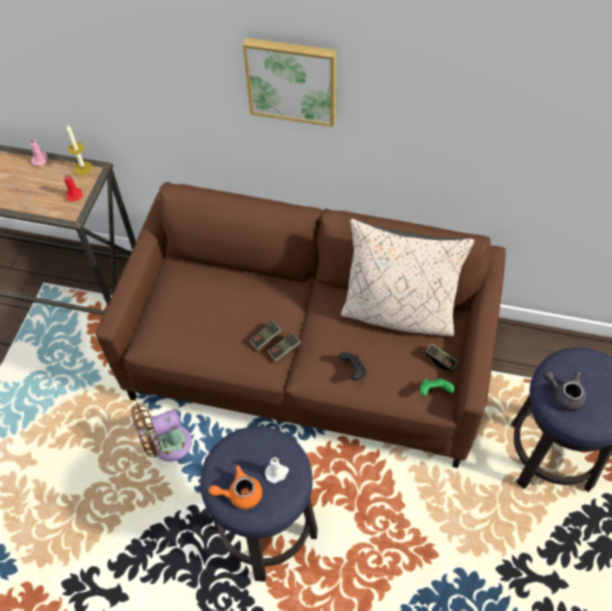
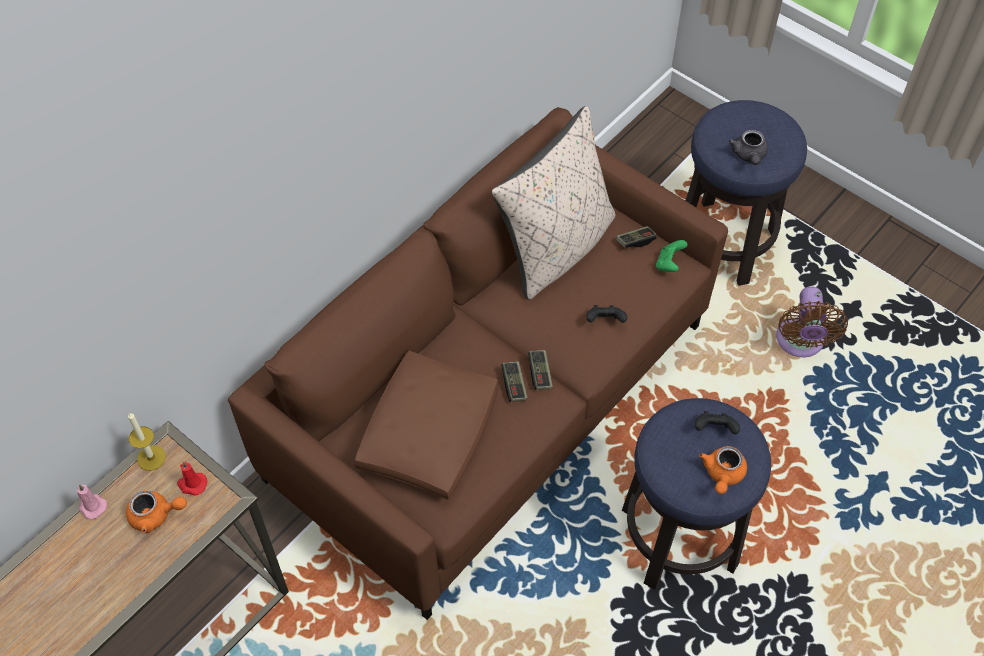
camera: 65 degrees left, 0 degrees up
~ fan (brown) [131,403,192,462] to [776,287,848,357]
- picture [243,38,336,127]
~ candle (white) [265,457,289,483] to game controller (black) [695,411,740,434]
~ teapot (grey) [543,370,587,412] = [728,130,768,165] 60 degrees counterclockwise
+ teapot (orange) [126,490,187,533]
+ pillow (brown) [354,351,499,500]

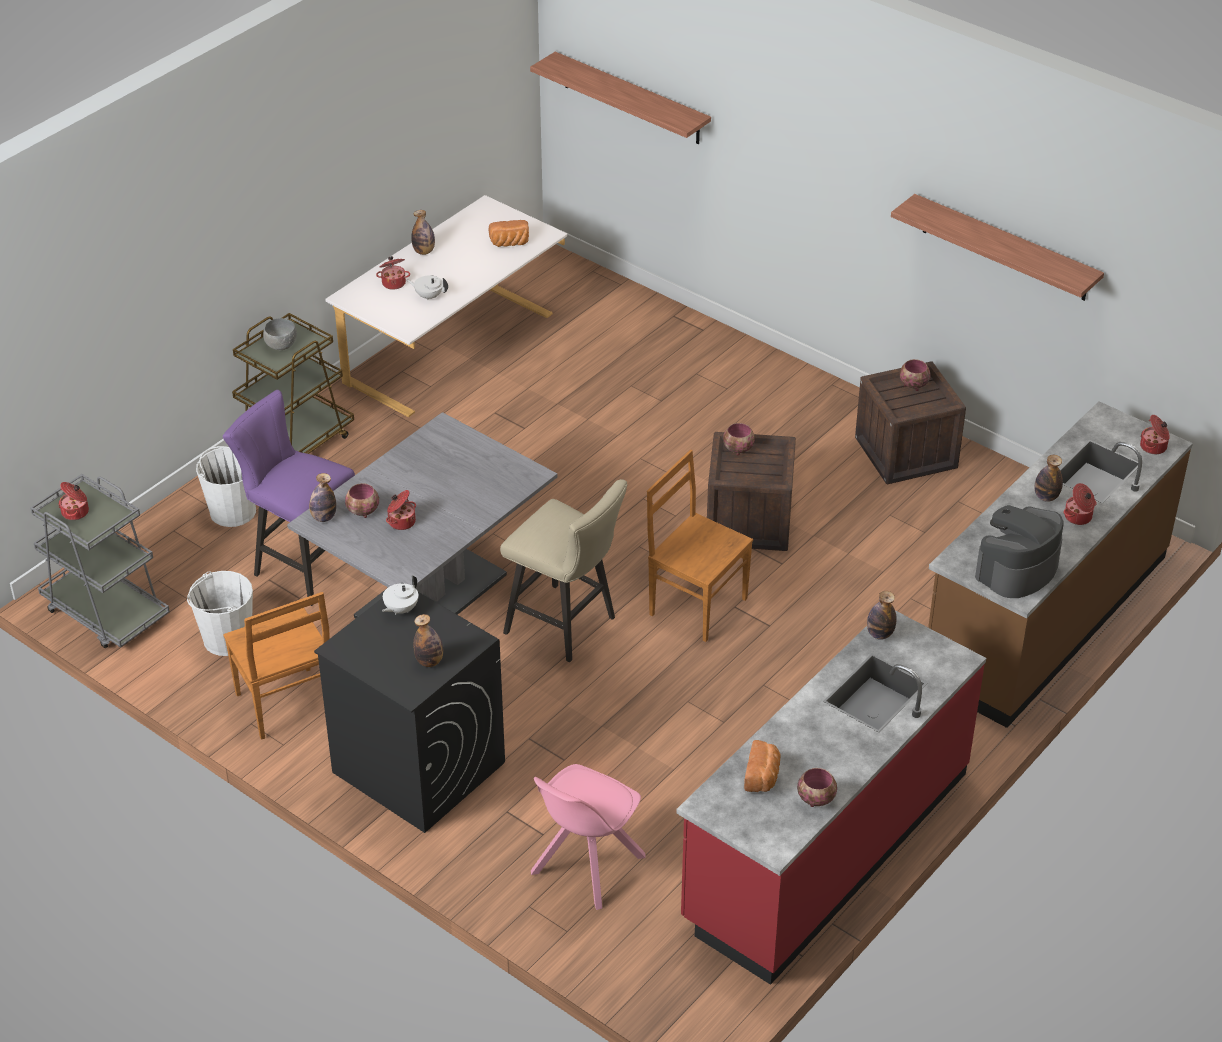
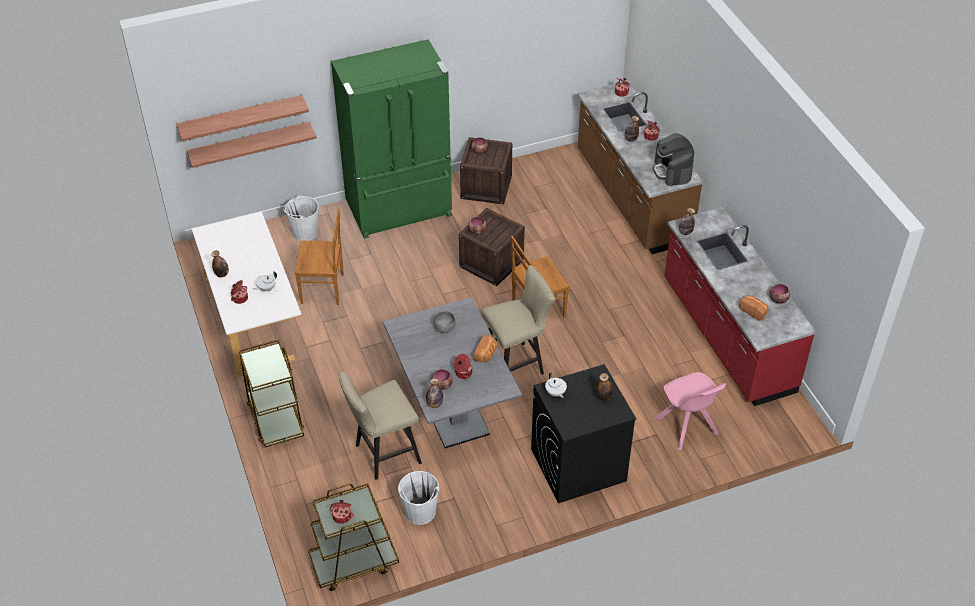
camera: 60 degrees left, 5 degrees up
~ cart (grey) [30,474,170,648] to cart (brown) [308,483,399,591]
~ bucket (white) [196,446,256,527] to [283,195,319,241]
~ stool (purple) [223,390,355,606] to stool (beige) [339,372,422,480]
~ chair (brown) [223,592,330,740] to [295,209,344,305]
~ bowl (grey) [263,318,297,350] to [434,311,456,333]
~ bread [489,220,529,247] to [474,335,497,362]
~ shelf [891,194,1104,301] to [187,121,317,168]
+ fridge (green) [331,39,452,239]

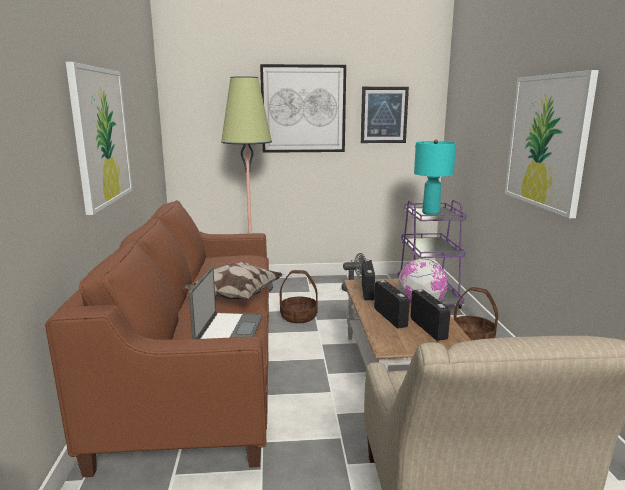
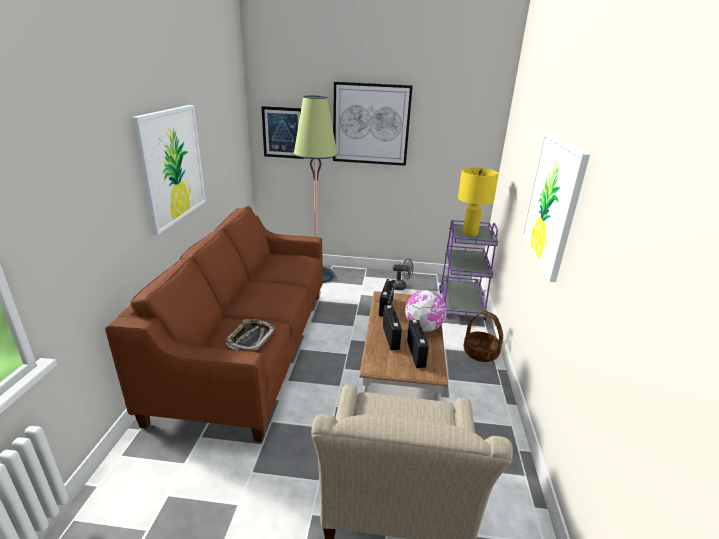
camera: 10 degrees right, 10 degrees up
- pillow [182,262,284,300]
~ laptop [189,268,263,339] to tray [226,319,275,351]
- basket [280,270,318,323]
~ picture [361,87,409,143] to [261,106,304,159]
~ table lamp (turquoise) [414,139,456,215] to table lamp (yellow) [458,167,499,236]

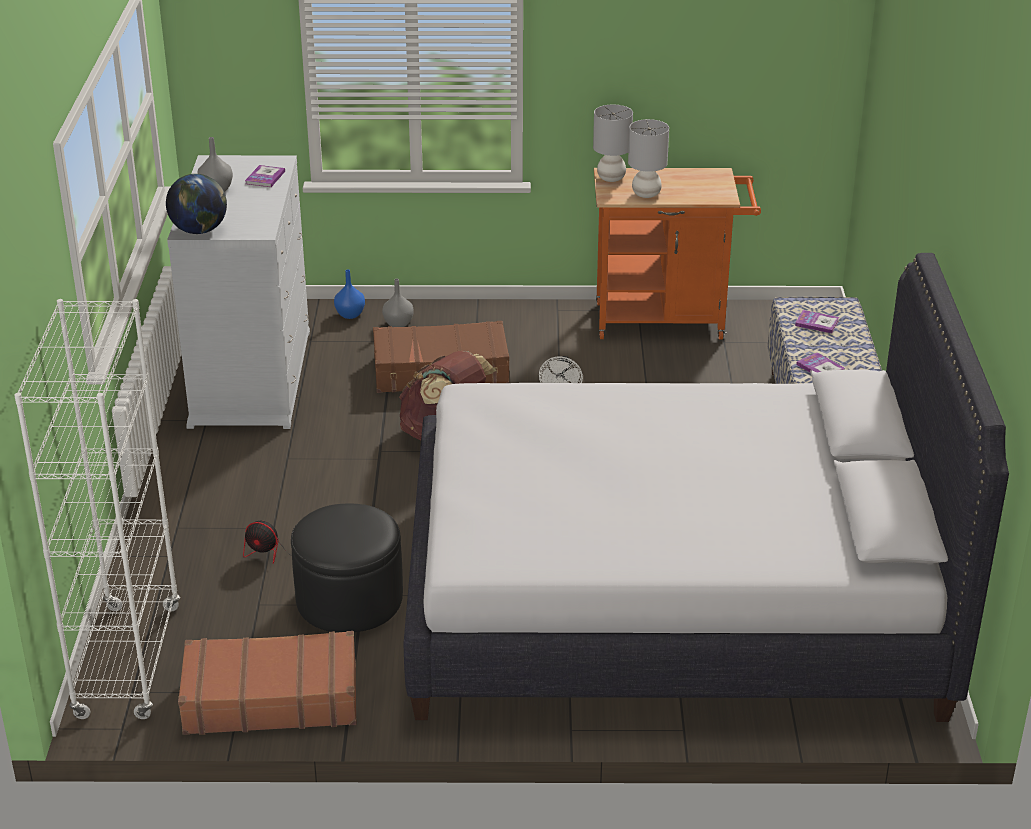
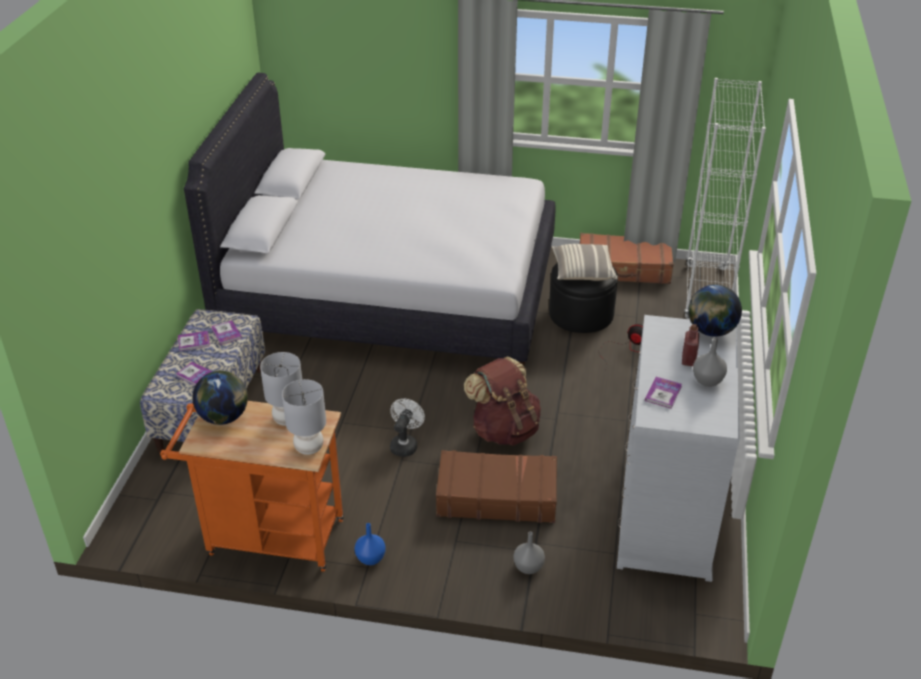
camera: 170 degrees left, 5 degrees up
~ vase (blue) [334,269,365,319] to [354,523,386,565]
+ book [178,331,210,351]
+ globe [192,371,248,425]
+ pillow [552,244,618,281]
+ bottle (red) [682,324,699,366]

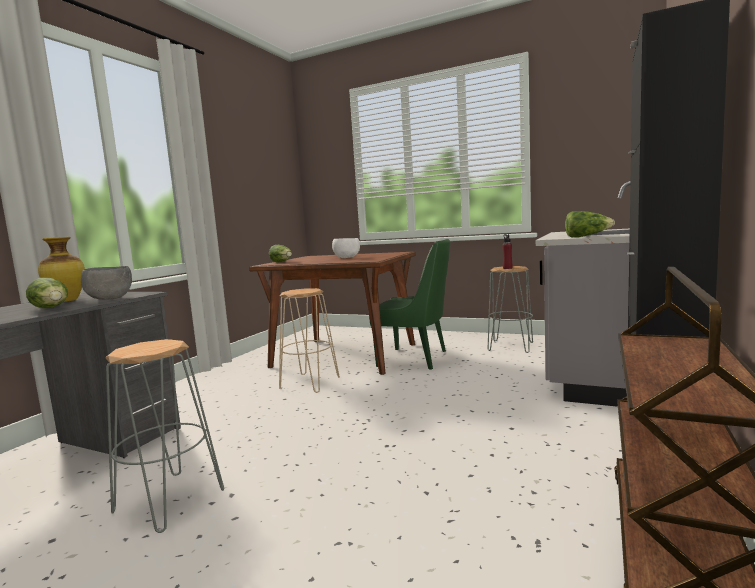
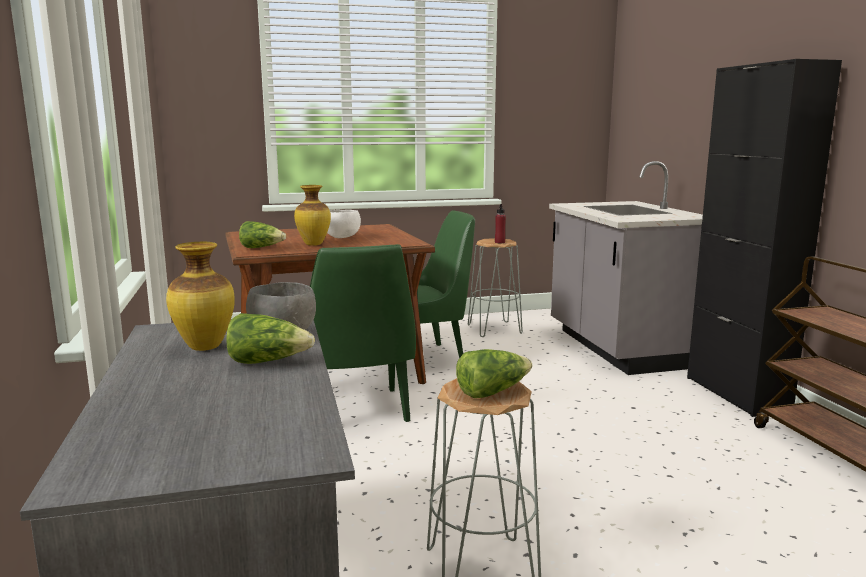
camera: 40 degrees left, 5 degrees up
~ stool (beige) [279,288,340,393] to chair (green) [310,244,416,422]
~ lettuce [565,211,615,237] to [456,349,532,398]
+ vase [294,185,331,246]

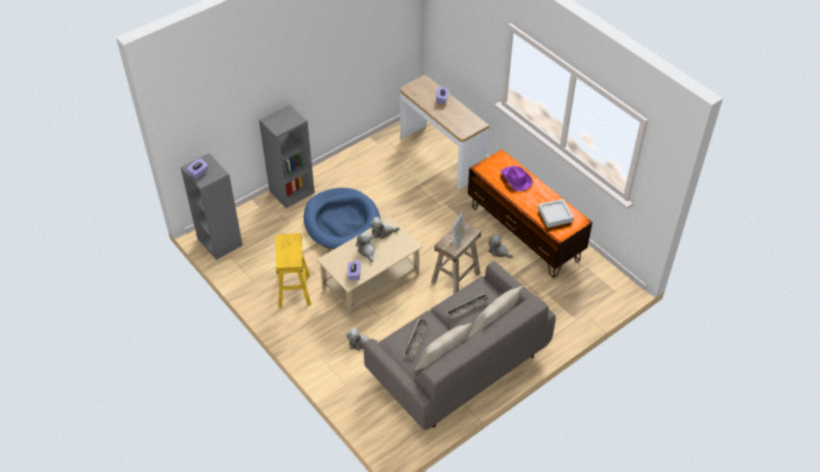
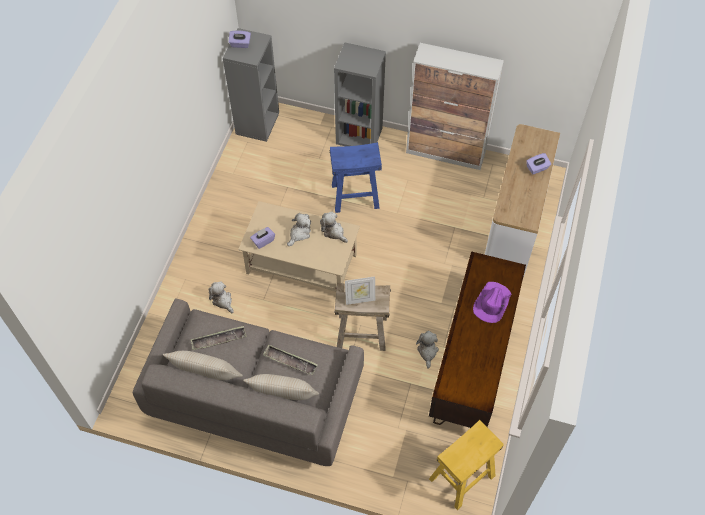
camera: 55 degrees right, 10 degrees up
~ stool (yellow) [276,233,311,308] to [429,420,504,510]
~ dog bed (blue) [304,188,381,249] to stool (blue) [329,142,382,213]
- tray (grey) [538,199,574,228]
+ cabinet [406,43,504,170]

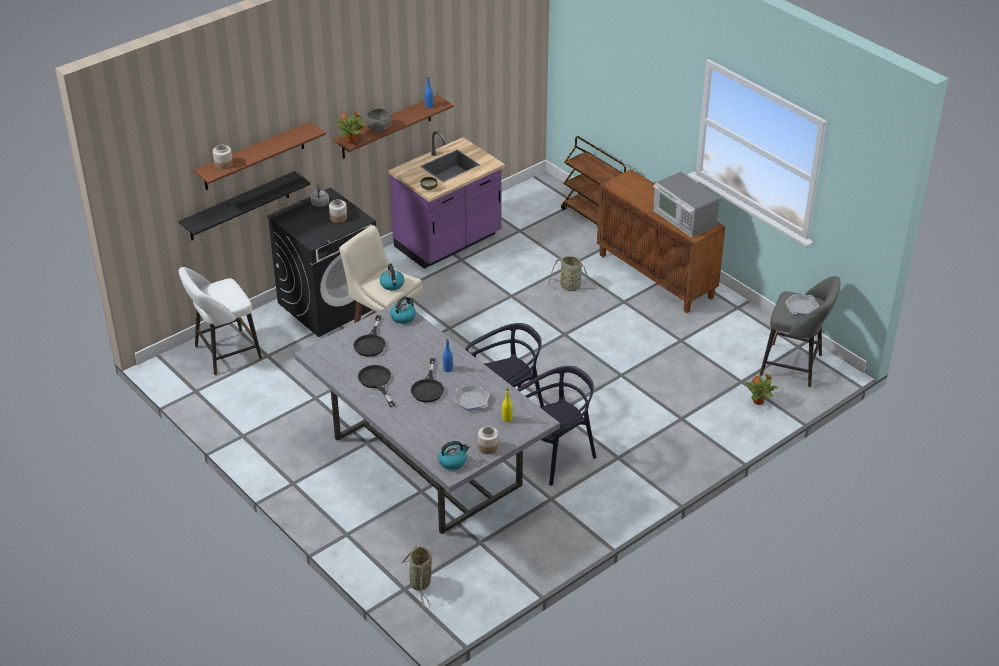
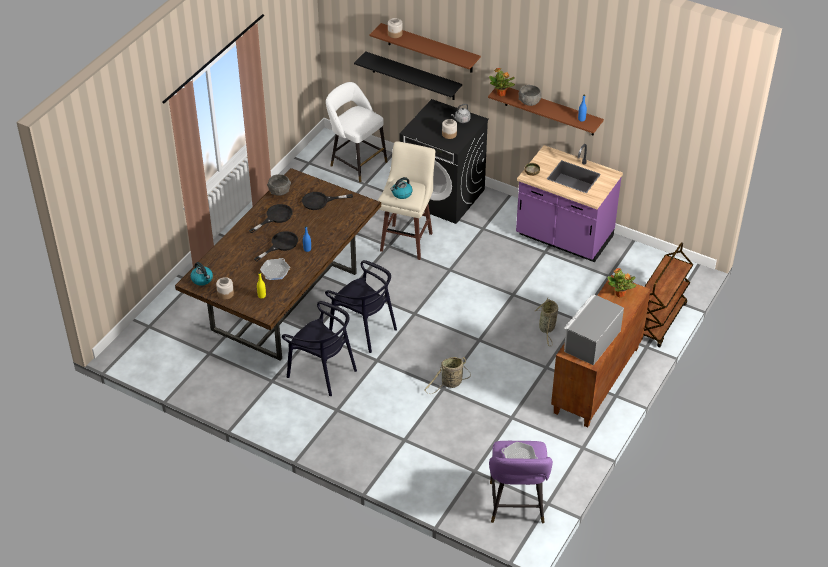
camera: 70 degrees right, 5 degrees up
~ dining table (grey) [294,301,560,534] to dining table (brown) [175,168,381,361]
- kettle [390,296,416,324]
~ basket [402,544,432,609] to [424,357,471,394]
~ frying pan (black) [411,358,444,402] = [254,231,298,261] 150 degrees clockwise
~ potted plant [745,374,778,405] to [608,268,636,298]
~ stool (grey) [760,276,841,387] to stool (purple) [489,441,553,523]
+ bowl (grey) [267,174,291,196]

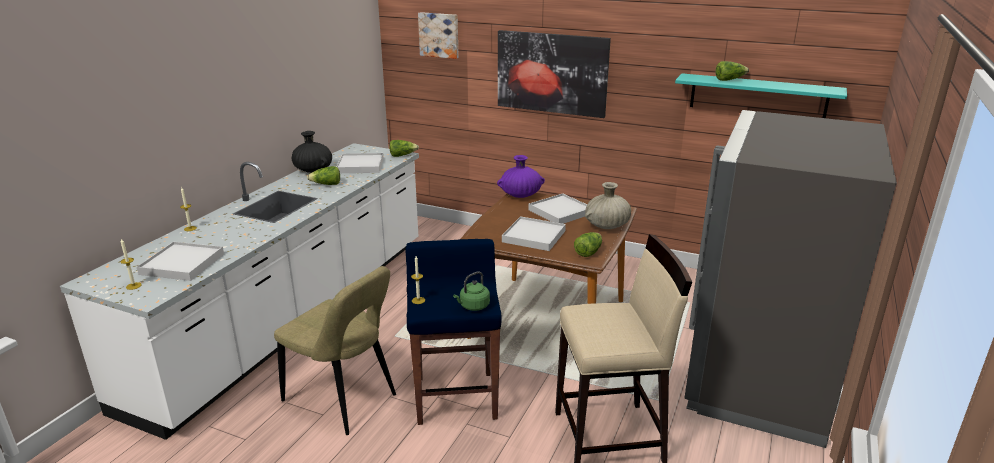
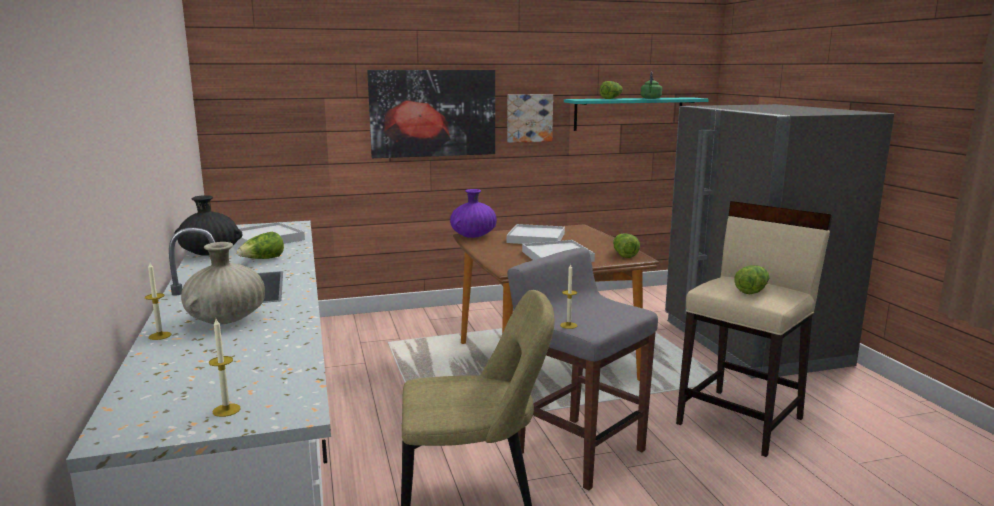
camera: 40 degrees left, 10 degrees down
- tray (white) [137,242,224,281]
~ lettuce [389,140,419,157] to [734,265,769,294]
~ stool (blue) [405,239,501,425] to stool (grey) [507,248,658,491]
~ picture [418,12,459,59] to [507,94,553,143]
~ kettle (green) [453,272,490,311] to [641,72,662,99]
~ vase (beige) [585,182,631,229] to [181,242,265,324]

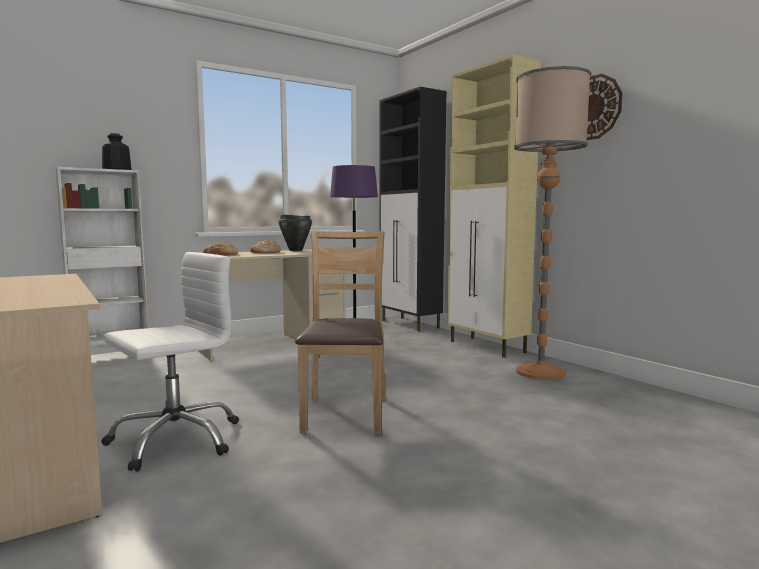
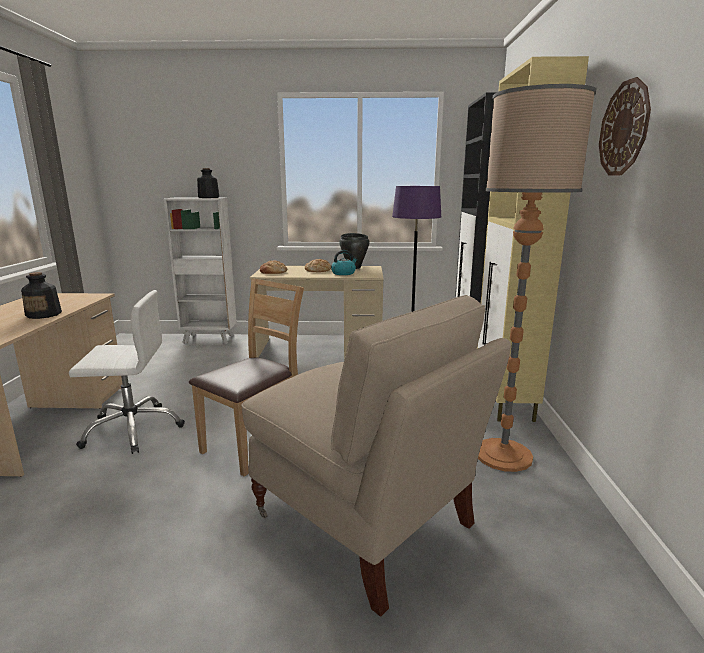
camera: 35 degrees right, 10 degrees up
+ bottle [21,272,62,319]
+ chair (beige) [241,295,511,617]
+ kettle [331,250,358,275]

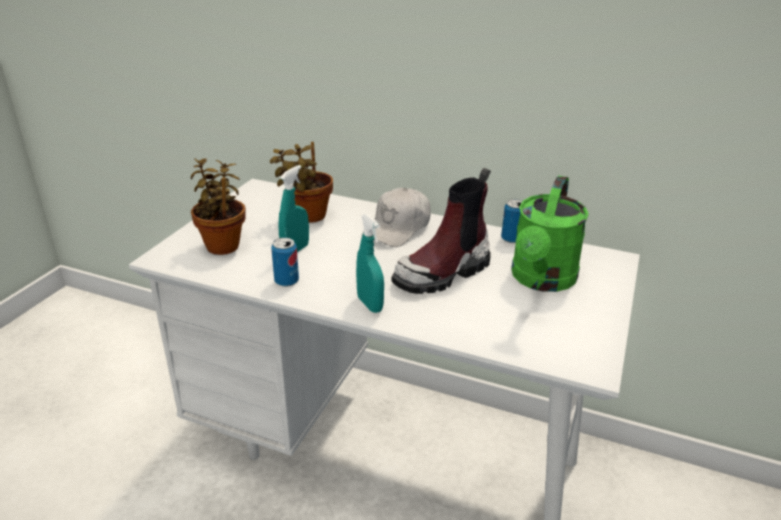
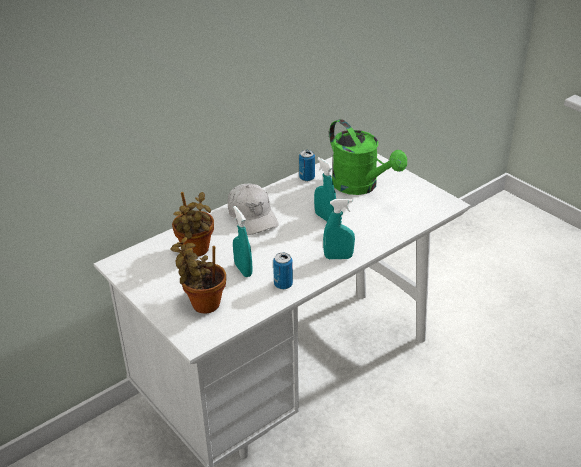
camera: 60 degrees left, 5 degrees up
~ boot [392,168,491,294] to spray bottle (turquoise) [314,157,336,221]

